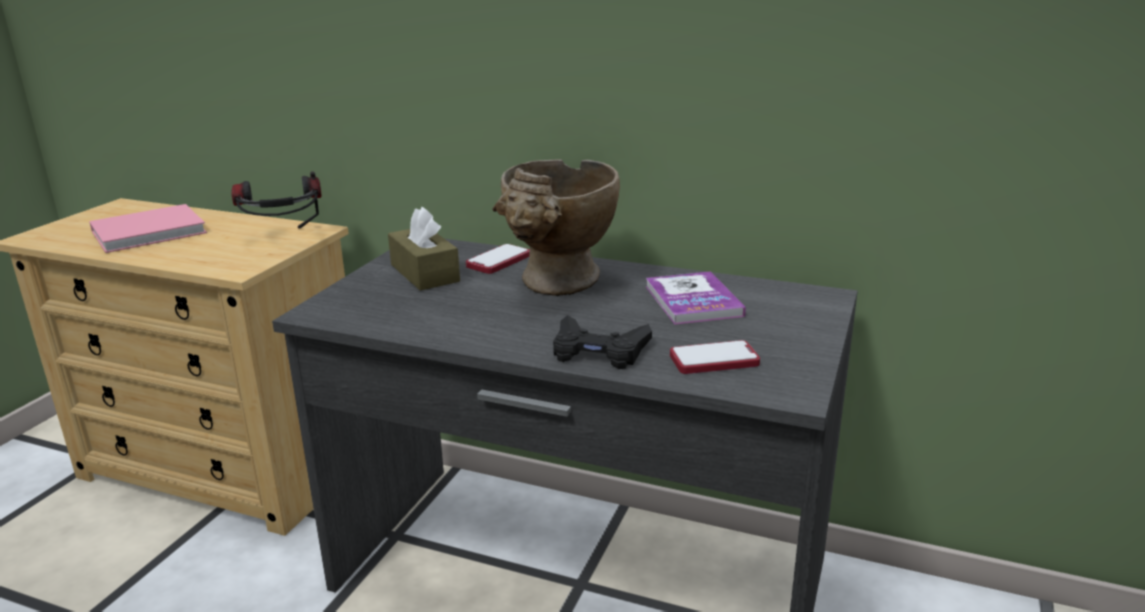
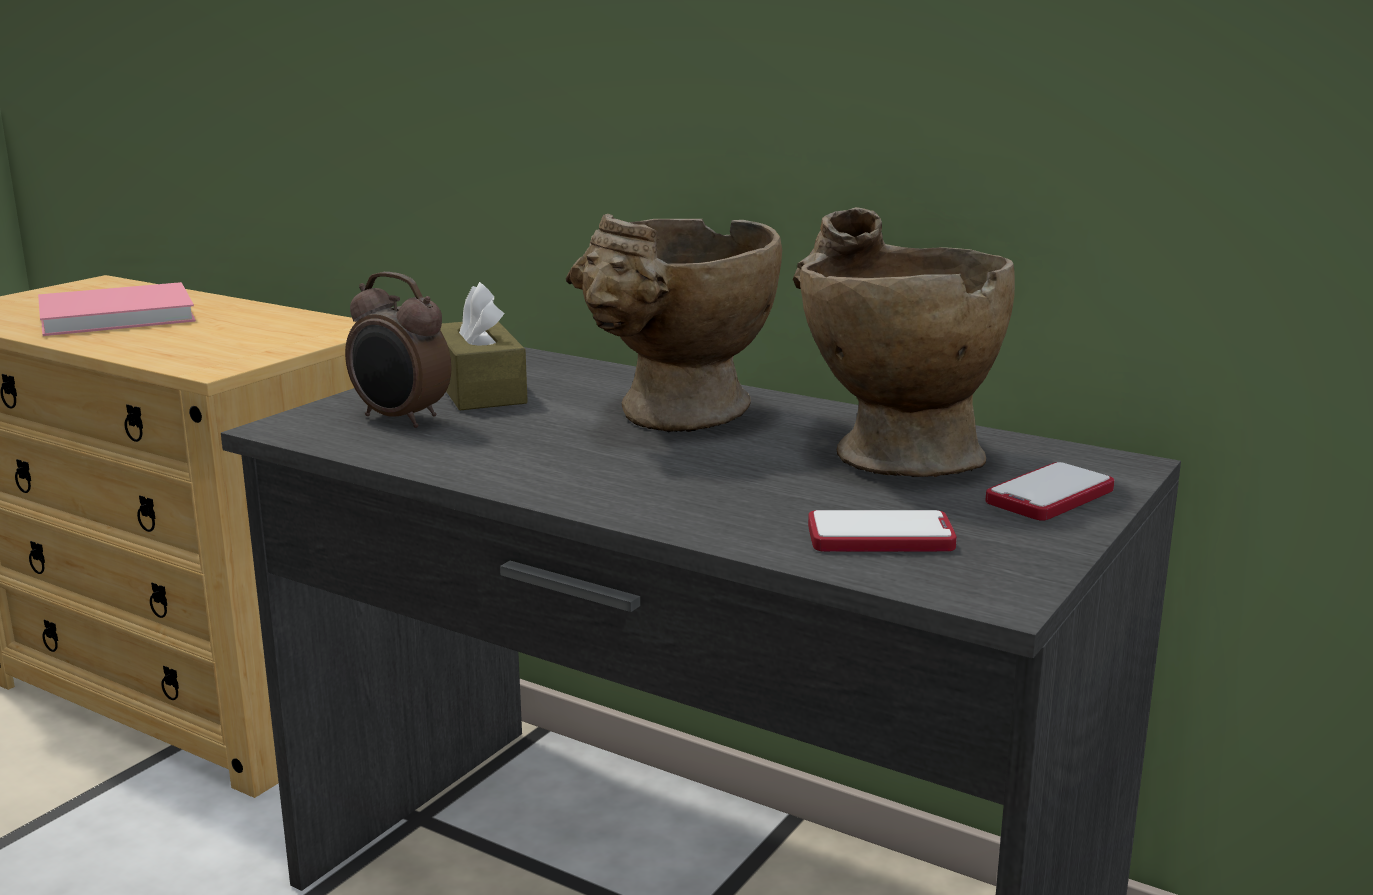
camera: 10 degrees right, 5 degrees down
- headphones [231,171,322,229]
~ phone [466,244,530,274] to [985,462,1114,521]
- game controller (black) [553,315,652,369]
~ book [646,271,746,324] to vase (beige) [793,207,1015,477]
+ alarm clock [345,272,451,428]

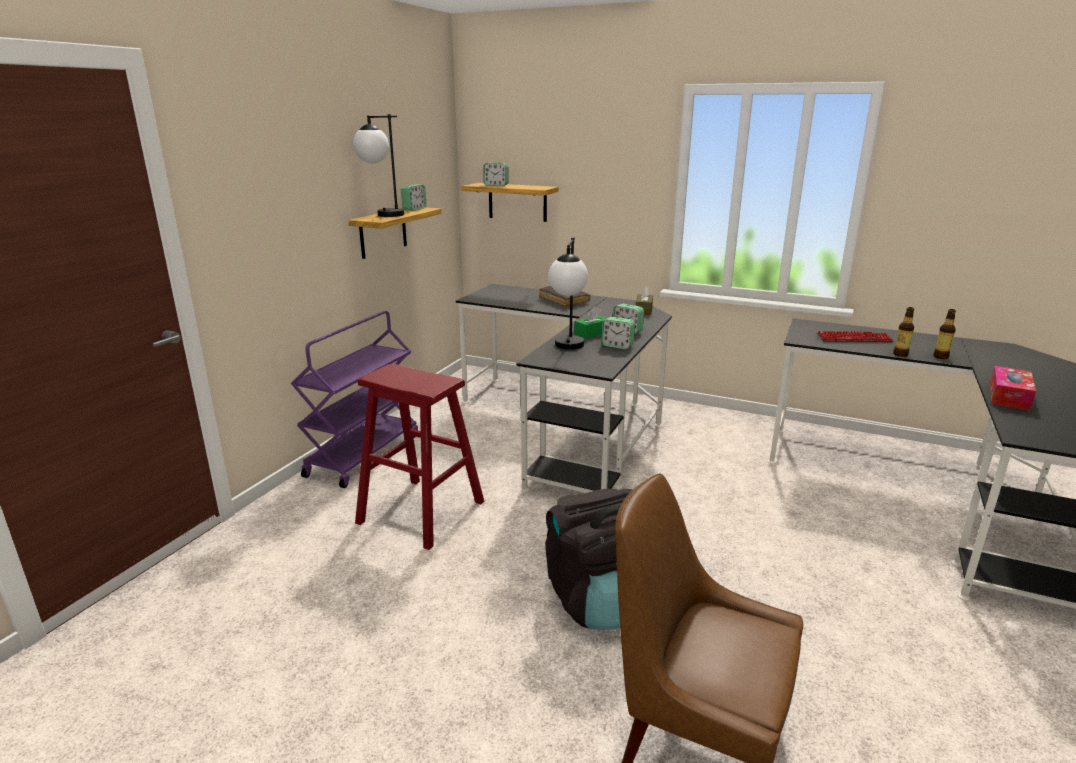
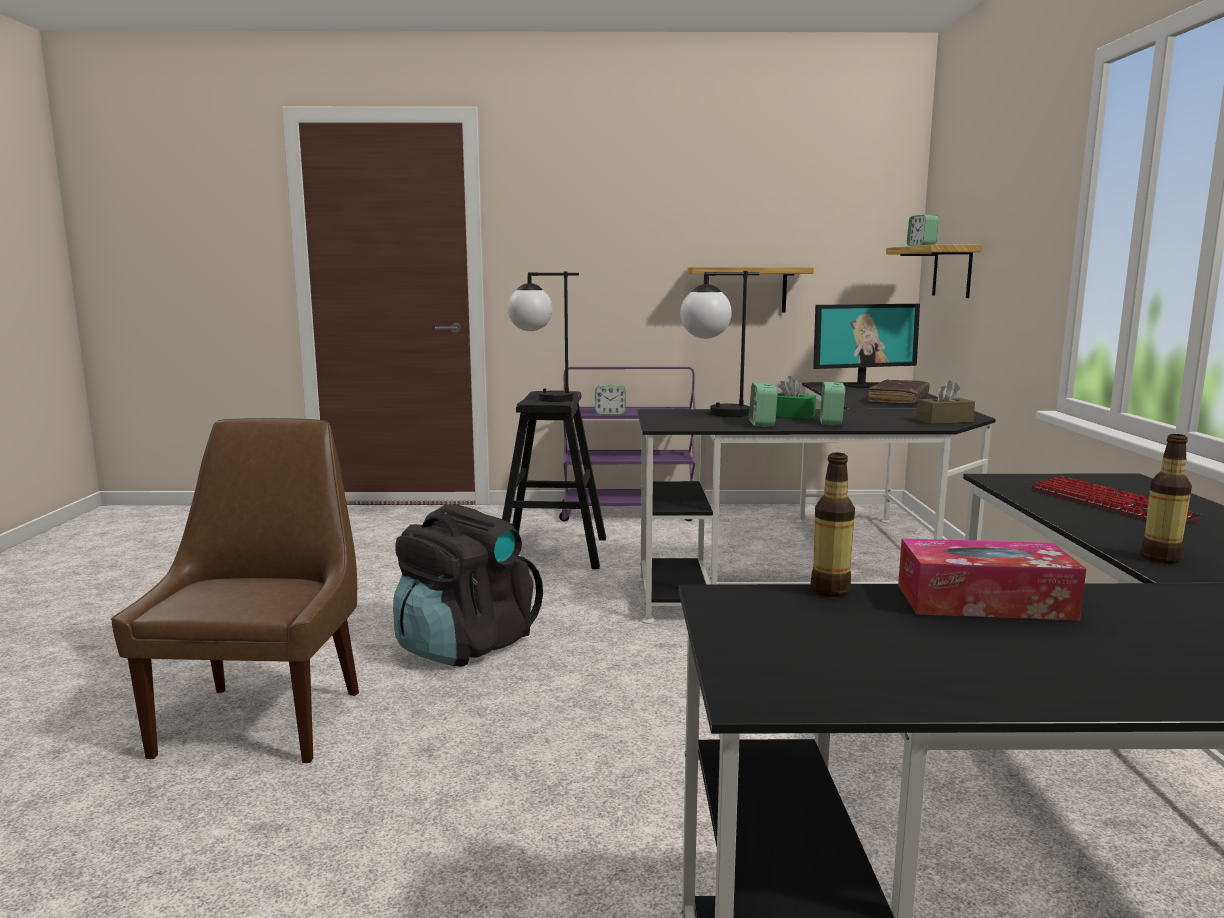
camera: 65 degrees right, 10 degrees down
~ table lamp [353,114,404,217] to [507,272,579,402]
~ stool (red) [355,364,484,550] to stool (black) [502,391,606,569]
~ alarm clock [401,184,427,211] to [595,385,626,415]
~ bottle [893,307,914,357] to [811,453,855,597]
+ monitor [813,304,920,388]

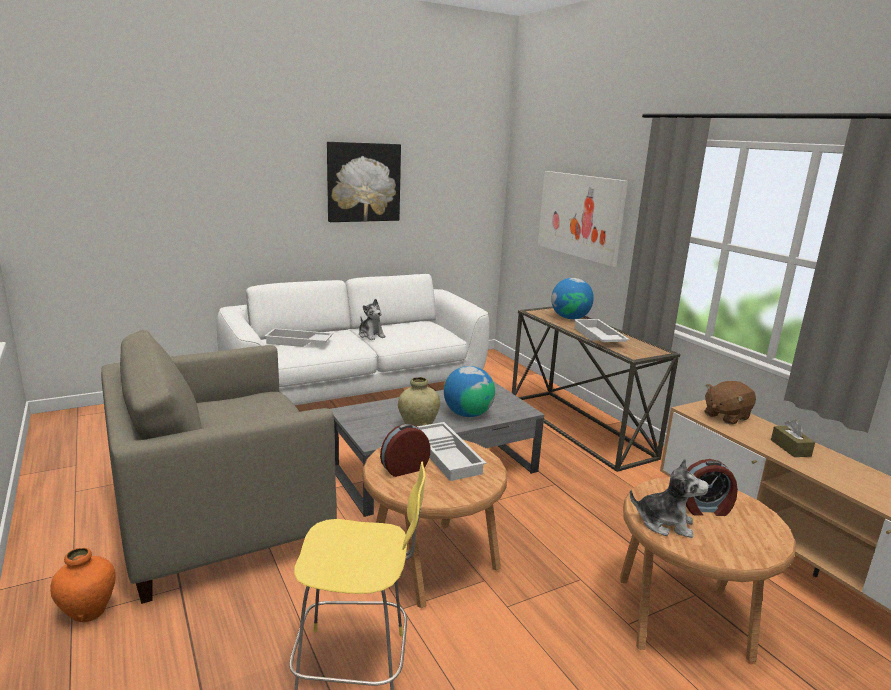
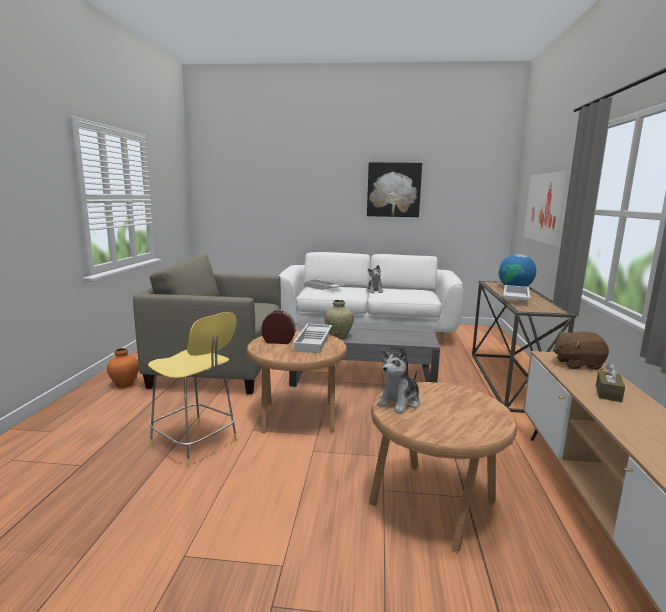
camera: 35 degrees right, 5 degrees down
- globe [444,366,495,417]
~ plush toy [630,459,709,538] = [377,347,420,413] 75 degrees clockwise
- alarm clock [686,459,738,516]

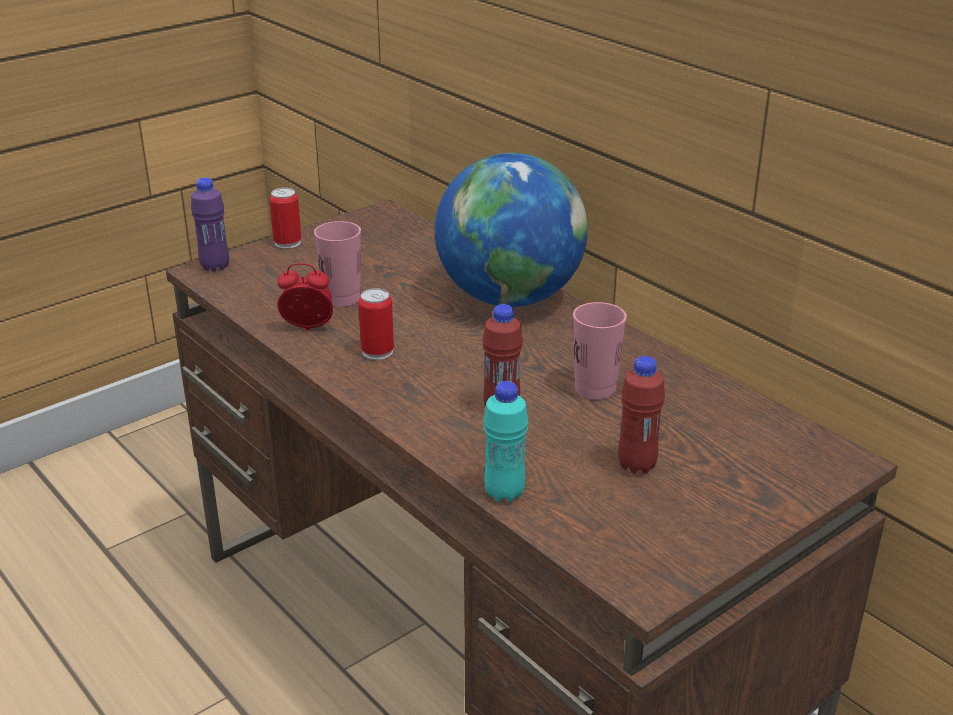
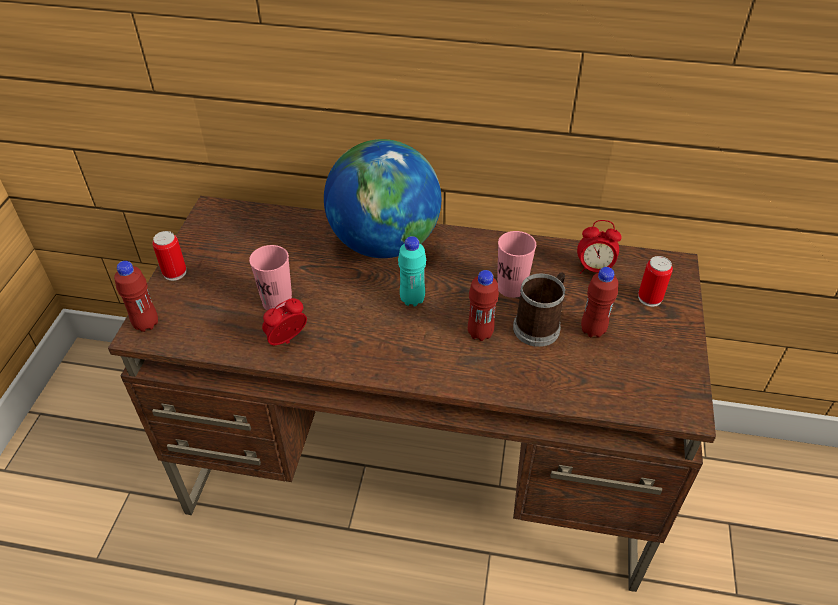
camera: 40 degrees left, 15 degrees up
~ bottle (purple) [191,177,229,272] to bottle (red) [114,261,158,332]
~ can [358,288,394,360] to [638,256,673,307]
~ bottle (turquoise) [483,381,528,502] to [398,236,426,306]
+ mug [513,273,566,347]
+ alarm clock [577,220,622,274]

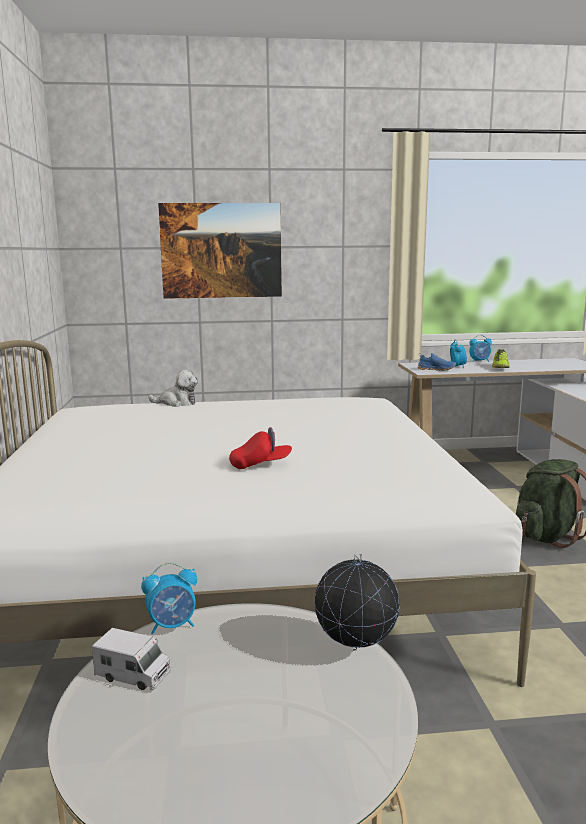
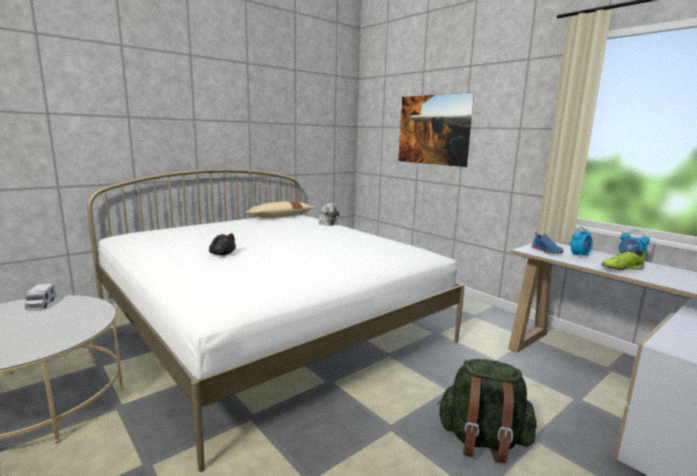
camera: 55 degrees right, 0 degrees up
- alarm clock [141,562,197,635]
~ cap (red) [229,427,292,469] to plush toy (black) [209,233,236,255]
- globe [314,554,400,650]
+ pillow (beige) [245,201,314,218]

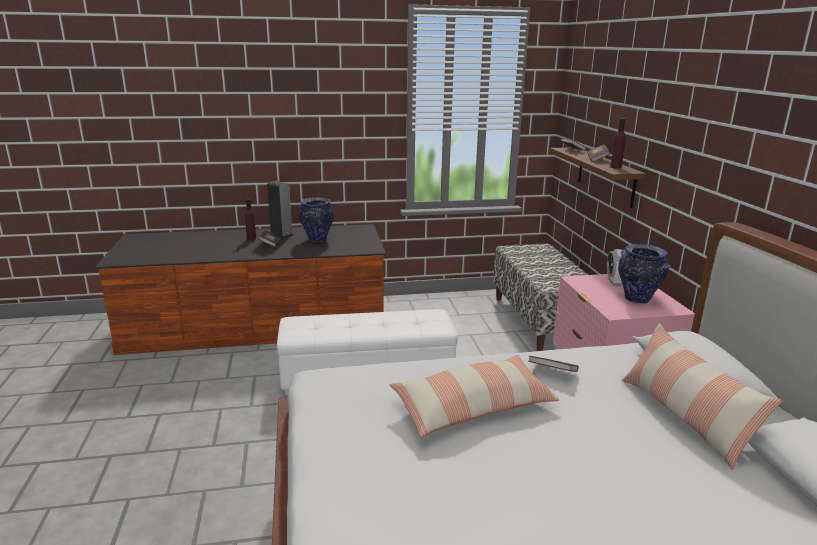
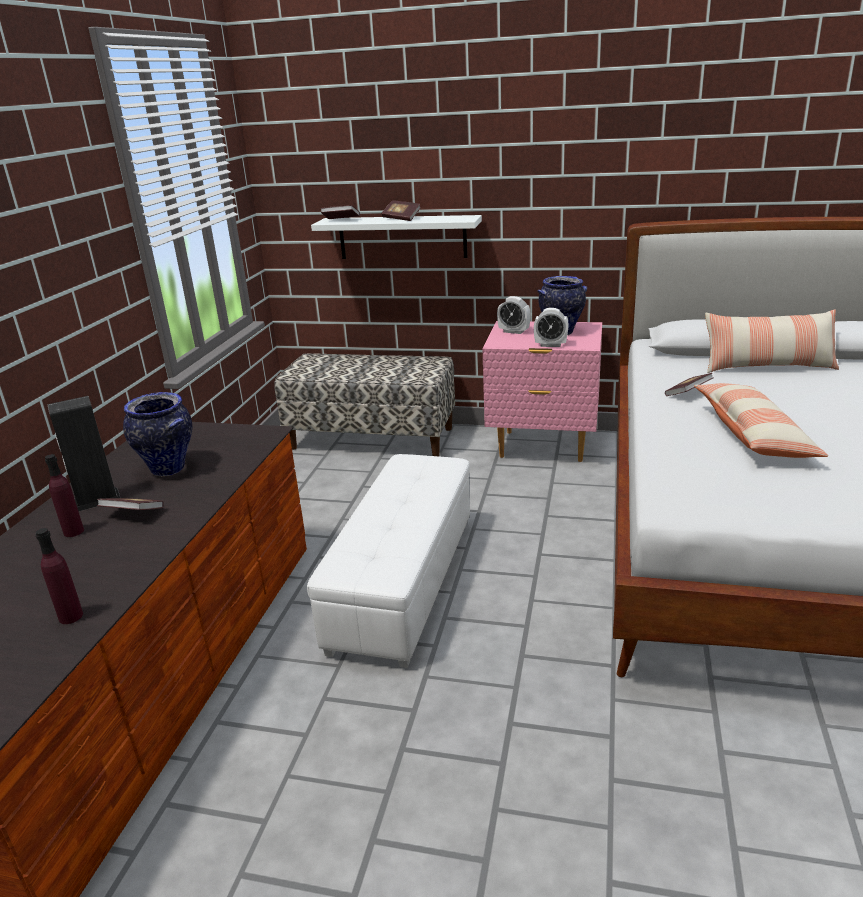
camera: 65 degrees left, 5 degrees up
~ shelf (brown) [550,148,646,208] to shelf (white) [311,215,482,259]
~ bottle (purple) [610,118,626,169] to [36,528,83,624]
+ alarm clock [534,308,569,347]

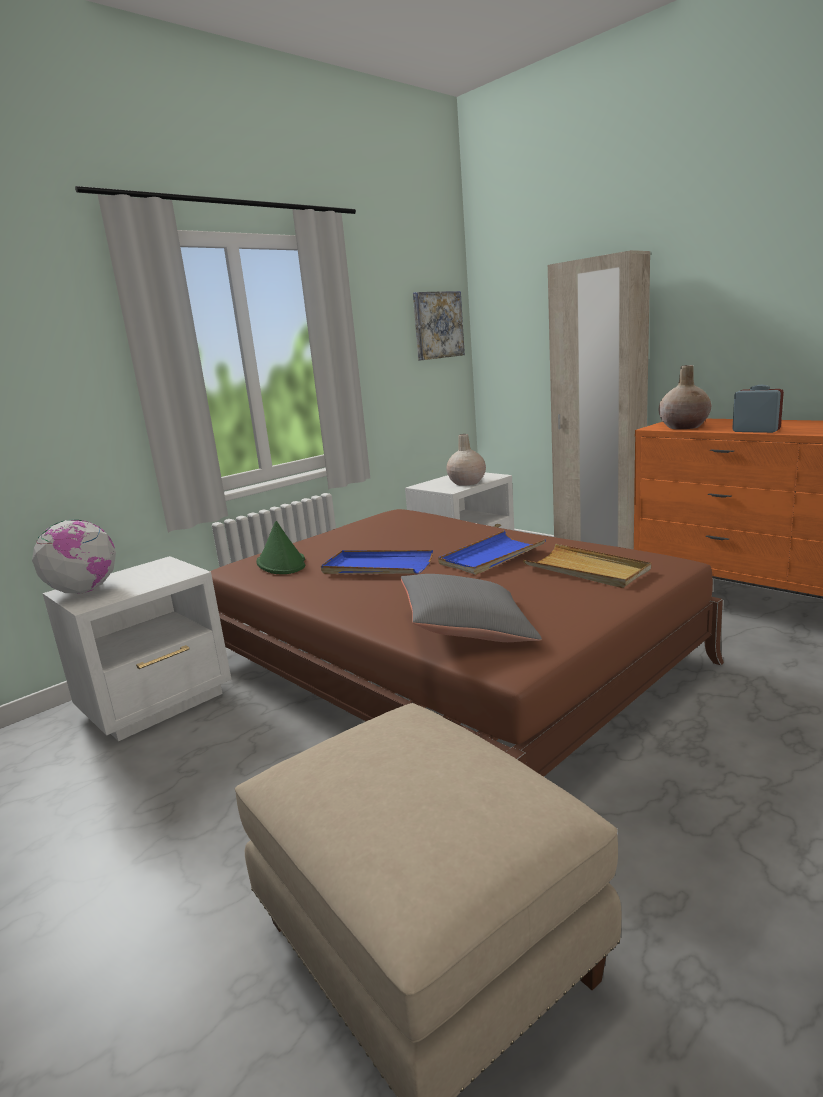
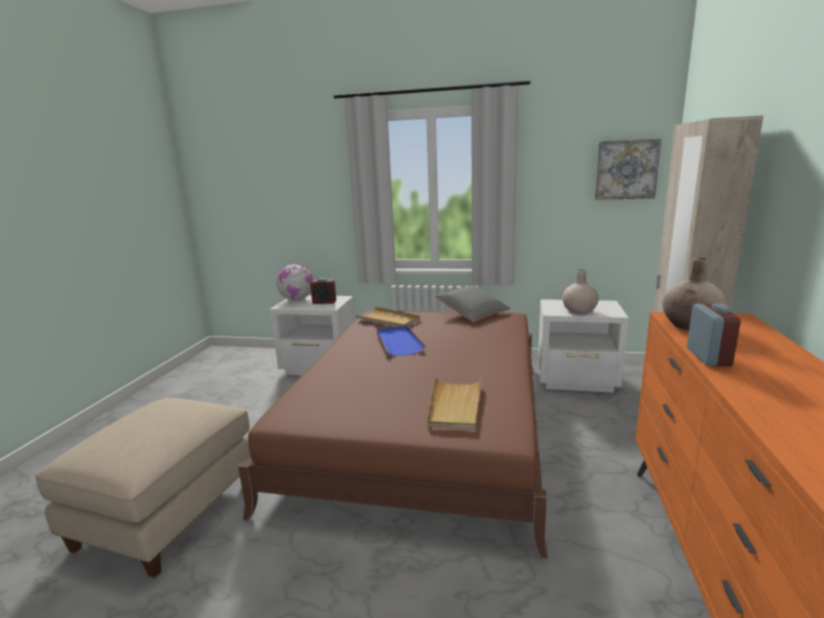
camera: 55 degrees right, 0 degrees up
~ hat (green) [257,521,305,574] to tray (beige) [355,307,420,327]
~ pillow (grey) [400,574,542,642] to [435,285,510,322]
- tray (blue) [438,530,546,575]
+ alarm clock [310,278,337,304]

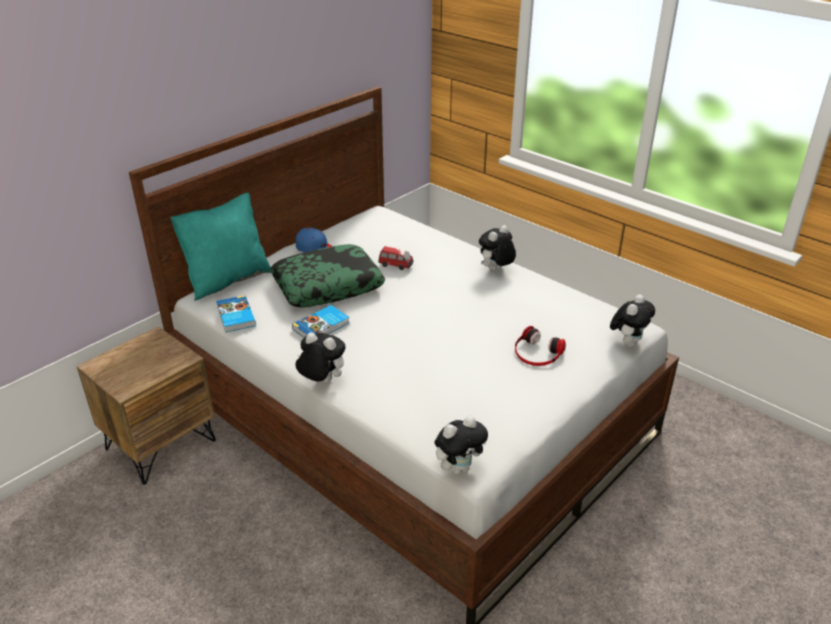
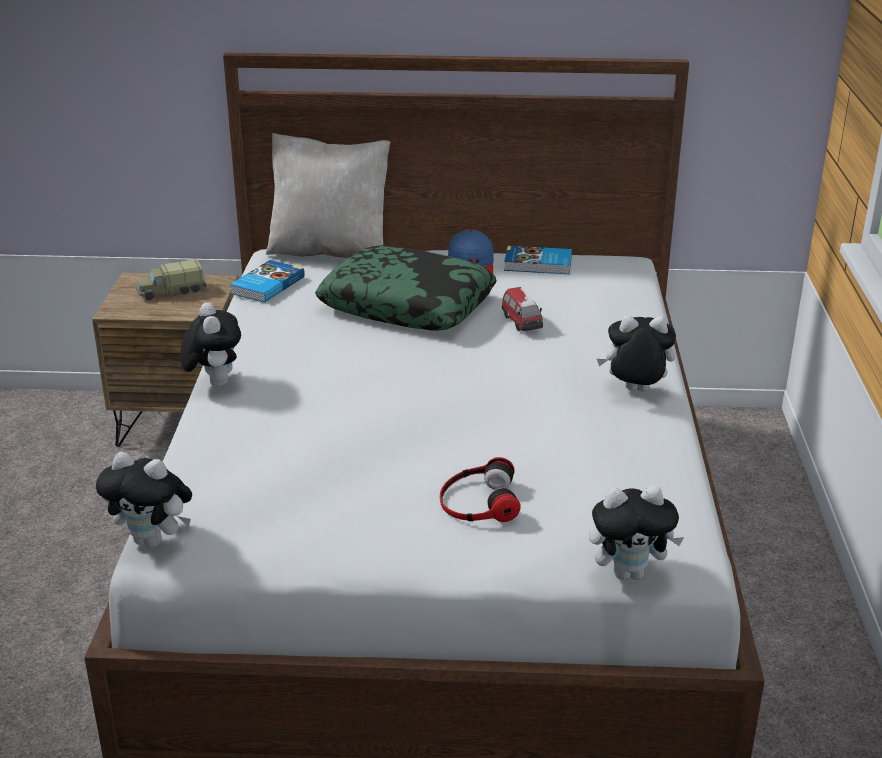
camera: 50 degrees right, 5 degrees down
~ pillow (turquoise) [170,192,271,301] to pillow (beige) [266,133,390,258]
~ book [292,305,350,338] to [504,246,572,274]
+ toy truck [136,259,206,300]

